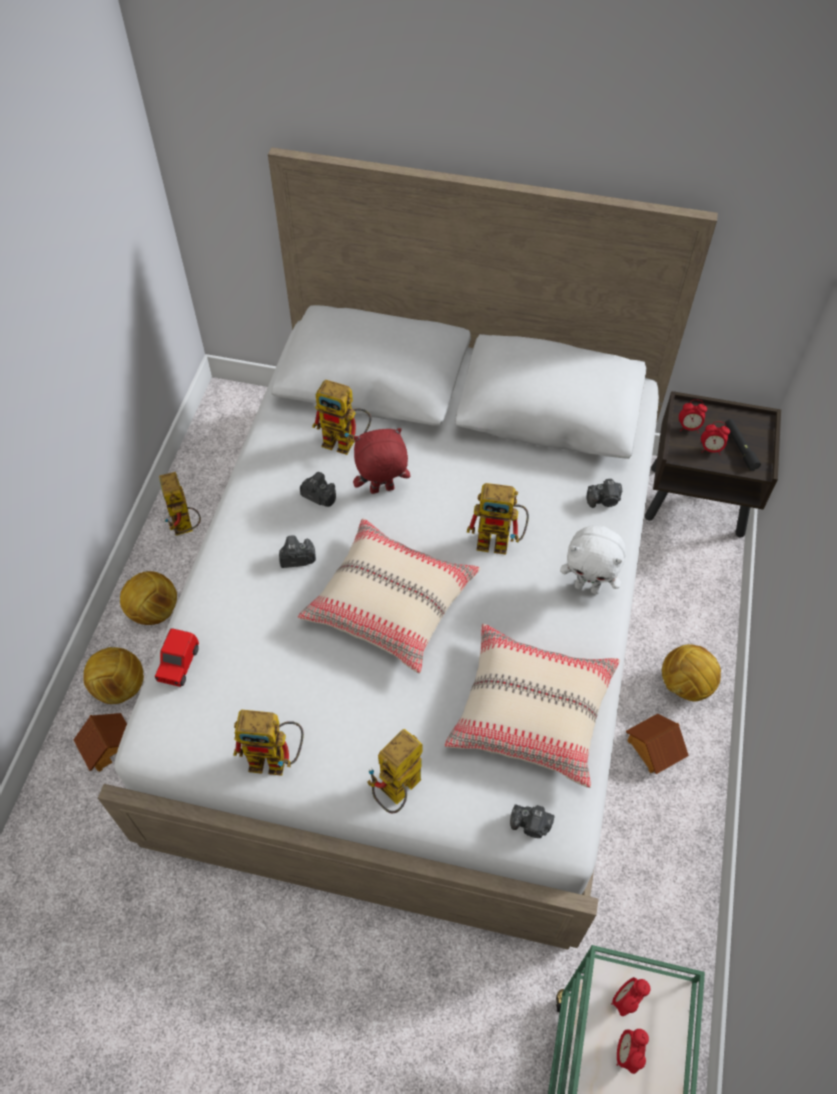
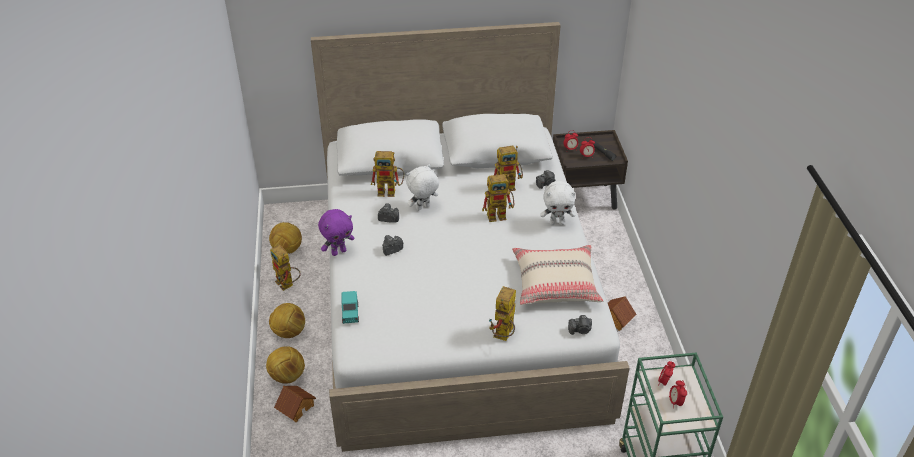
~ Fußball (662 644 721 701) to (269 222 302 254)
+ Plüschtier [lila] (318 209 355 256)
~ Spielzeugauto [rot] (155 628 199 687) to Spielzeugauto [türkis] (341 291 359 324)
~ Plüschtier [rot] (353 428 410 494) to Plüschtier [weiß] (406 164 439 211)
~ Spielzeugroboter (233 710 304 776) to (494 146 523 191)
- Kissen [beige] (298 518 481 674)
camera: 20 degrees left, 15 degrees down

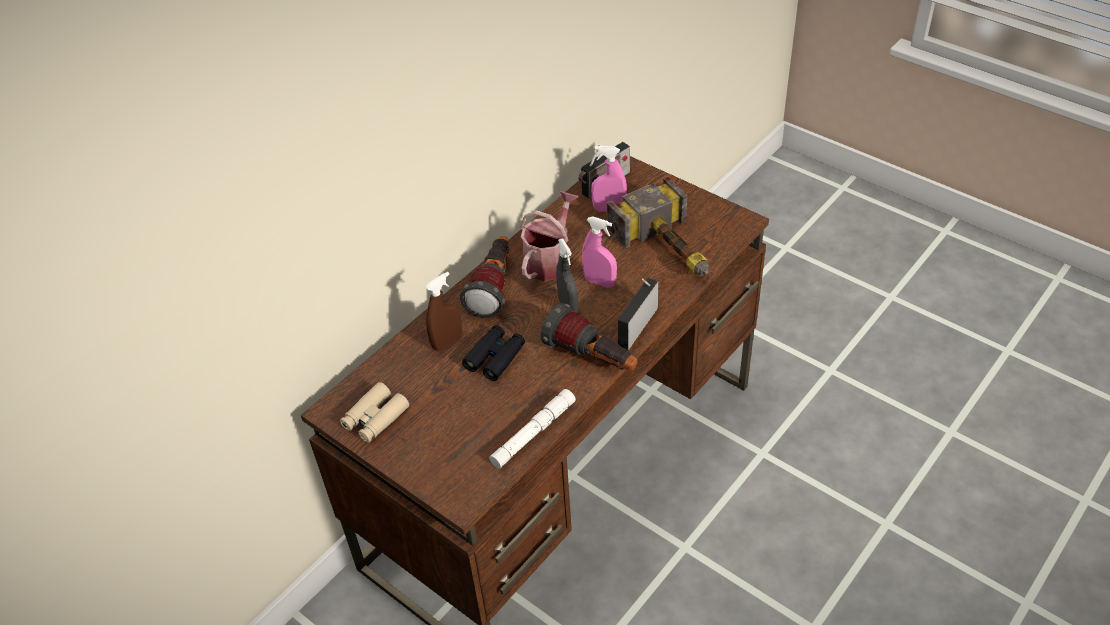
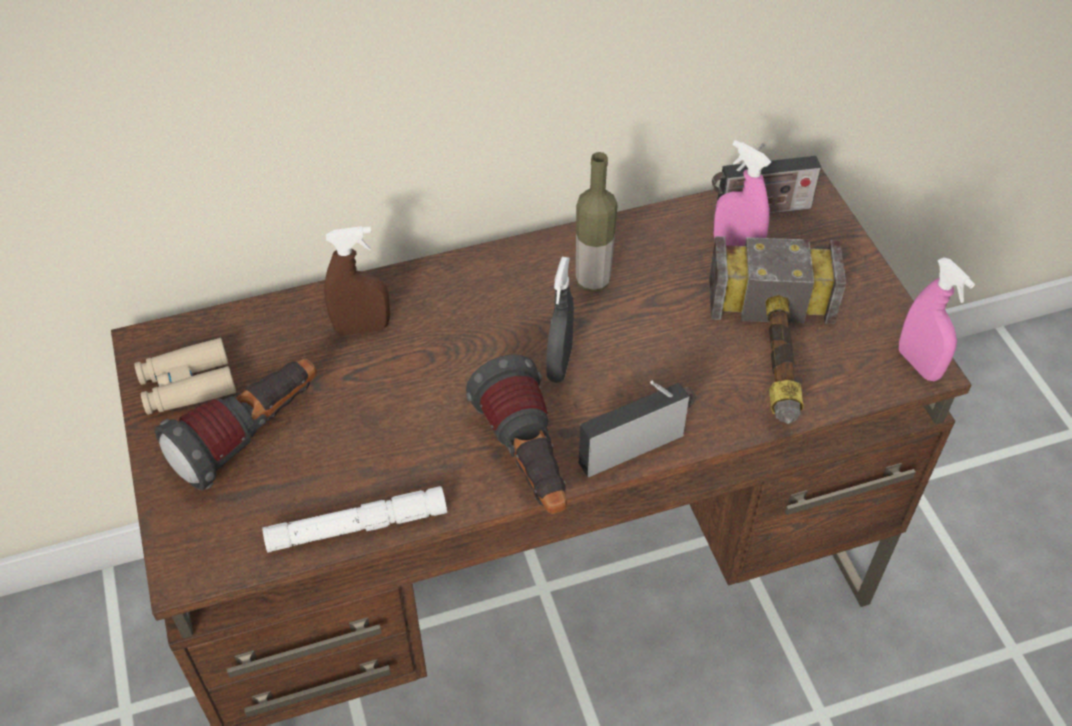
~ Taschenlampe (460 236 509 318) to (155 359 317 490)
~ Gießkanne (520 191 578 281) to Flasche (576 152 618 292)
~ Sprühflasche [rosa] (582 217 617 288) to (899 258 975 381)
- Fernglas [schwarz] (462 325 525 381)
camera: 30 degrees right, 5 degrees up

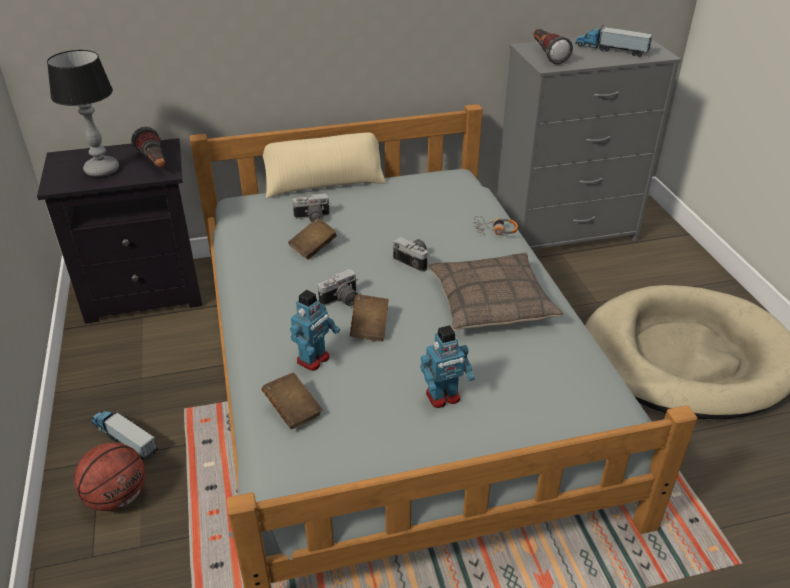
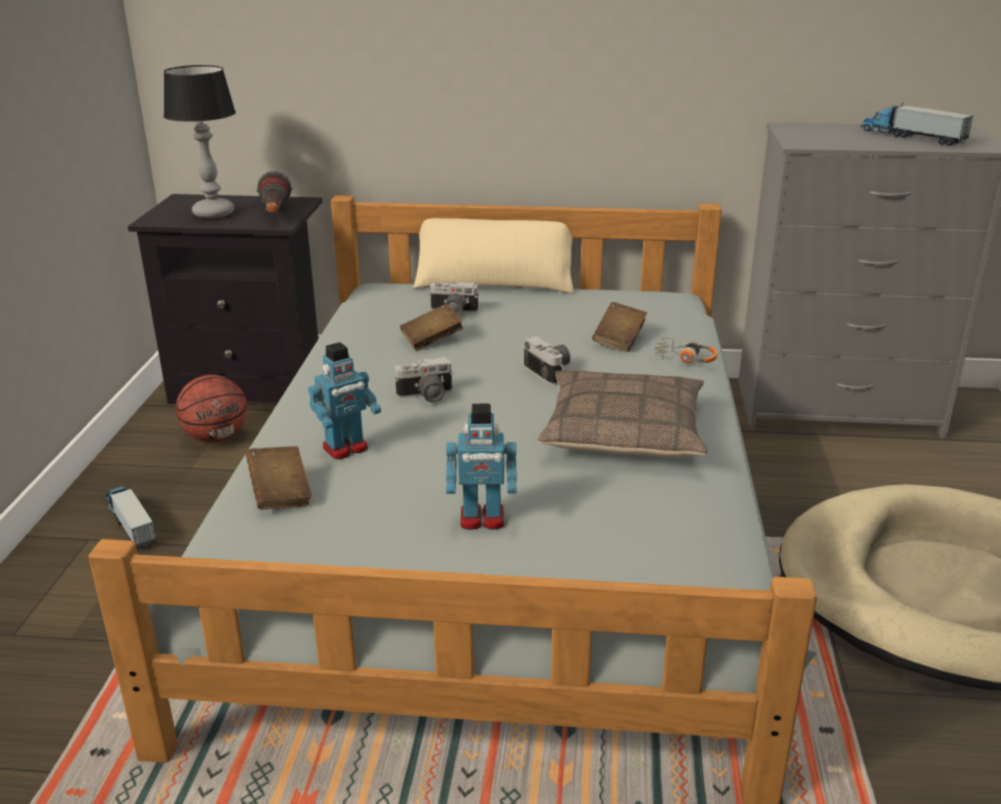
~ Basketball (74 443 145 511) to (176 375 247 443)
~ Buch [braun] (350 294 389 341) to (592 302 647 352)
- Taschenlampe (533 29 573 64)
camera: 20 degrees right, 10 degrees down

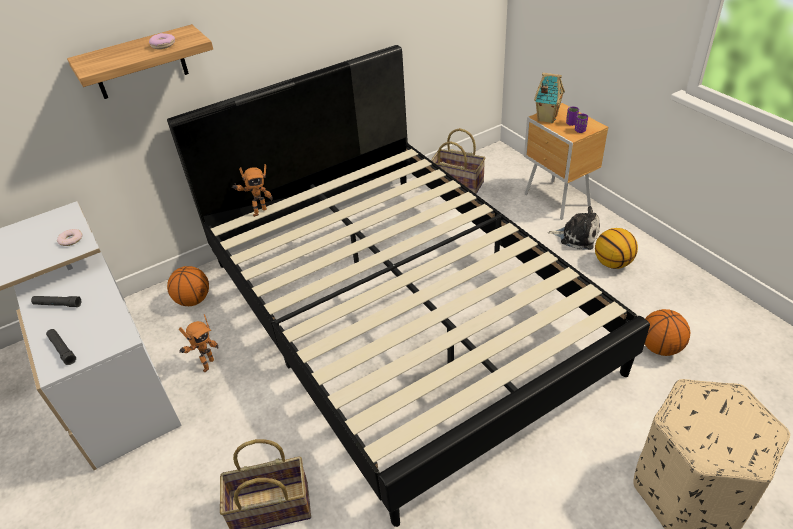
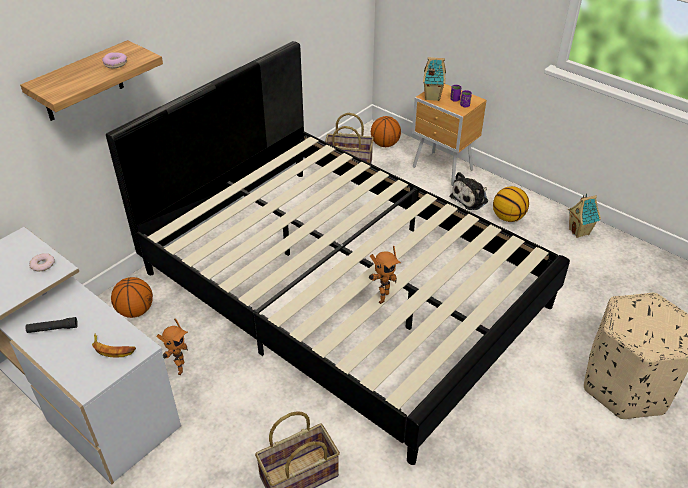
+ Banane (92 333 136 358)
~ Spielzeugroboter (232 164 273 217) to (369 246 401 304)
~ Basketball (645 309 690 356) to (371 116 401 147)
~ Plüschtier (548 206 600 250) = (450 172 488 210) 135 degrees clockwise
+ Spielzeughaus (568 193 601 238)
- Taschenlampe [schwarz] (46 329 76 365)
camera: 20 degrees left, 0 degrees up

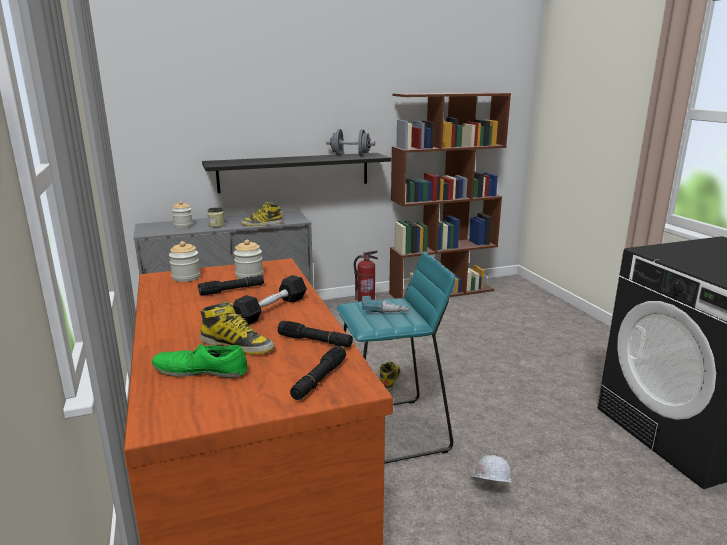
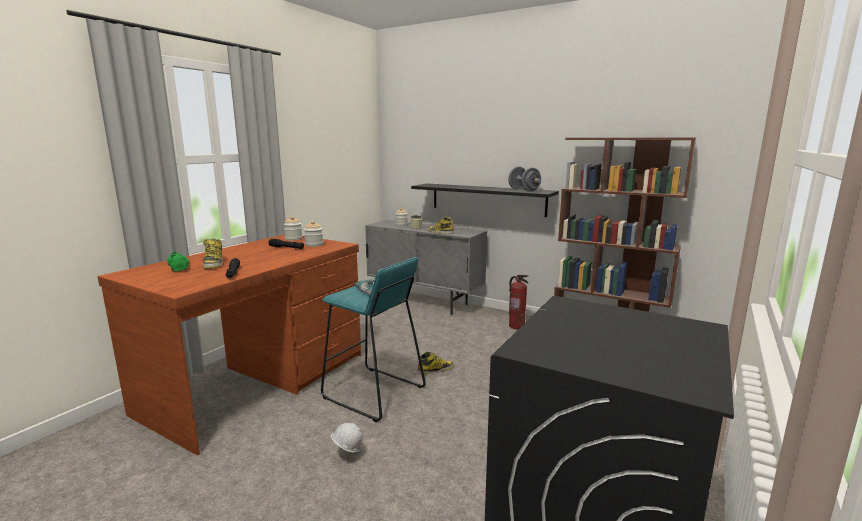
- Hantel [schwarz] (233 275 307 325)
- Taschenlampe [schwarz] (290 346 346 400)
camera: 50 degrees right, 5 degrees down

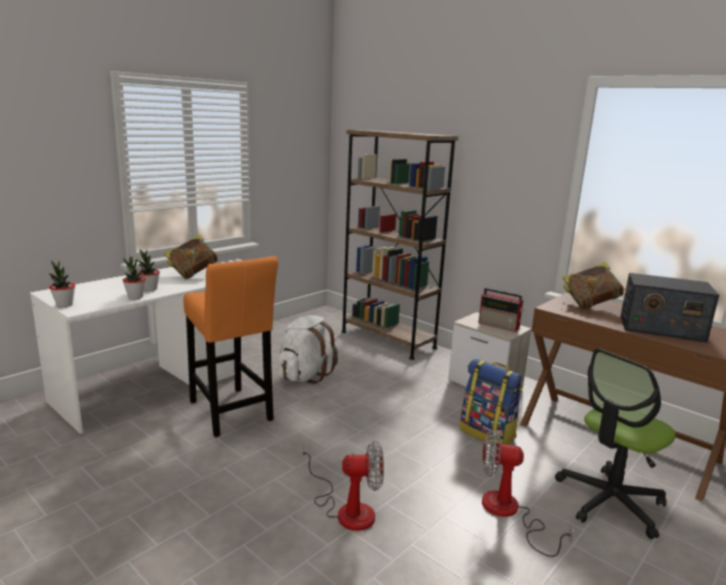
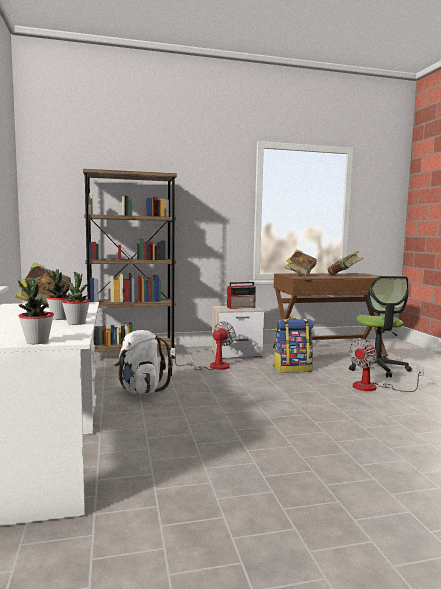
~ Ventilator (303 441 384 531) to (171 321 235 370)
~ Radio (621 273 719 342) to Buch (327 251 363 275)
- Hocker [orange] (183 256 278 437)
camera: 55 degrees left, 10 degrees down

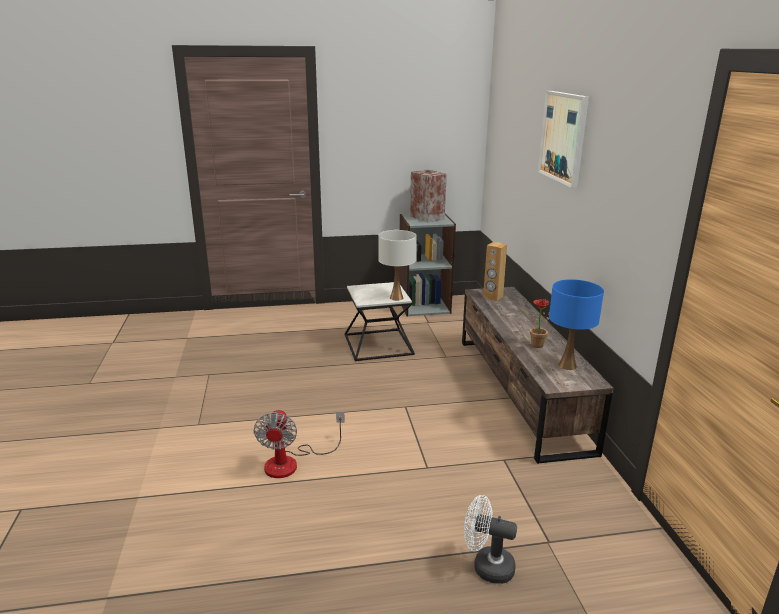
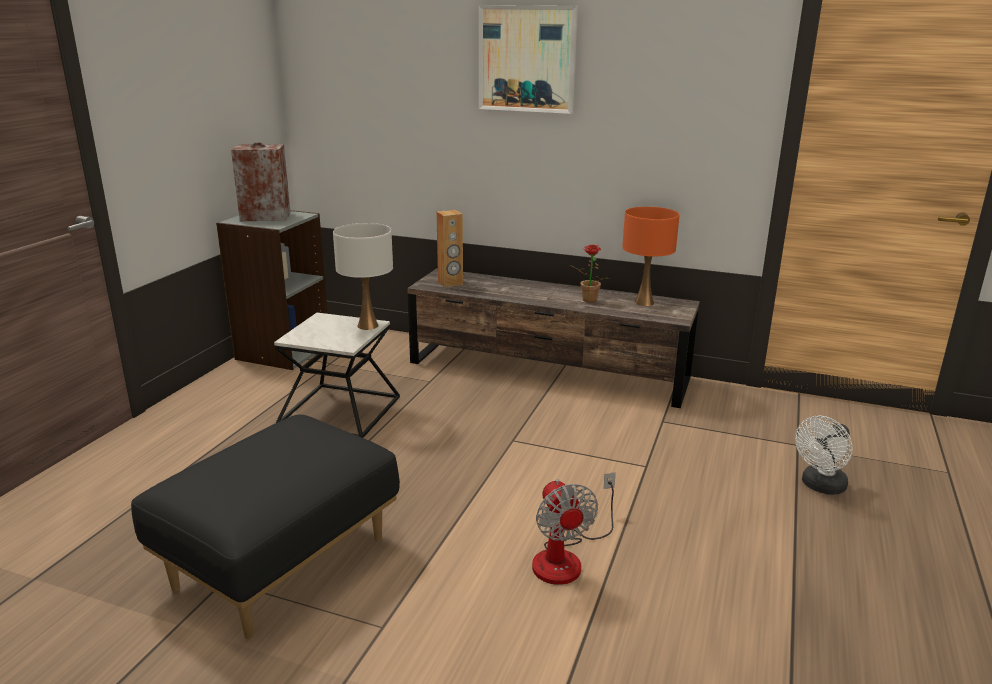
+ Polsterhocker [schwarz] (131 415 400 639)
~ Ventilator (254 409 345 478) = (532 472 616 585) 45 degrees clockwise
~ Tischlampe [blau] (549 279 604 370) to Tischlampe [orange] (622 207 680 306)
camera: 60 degrees left, 0 degrees up

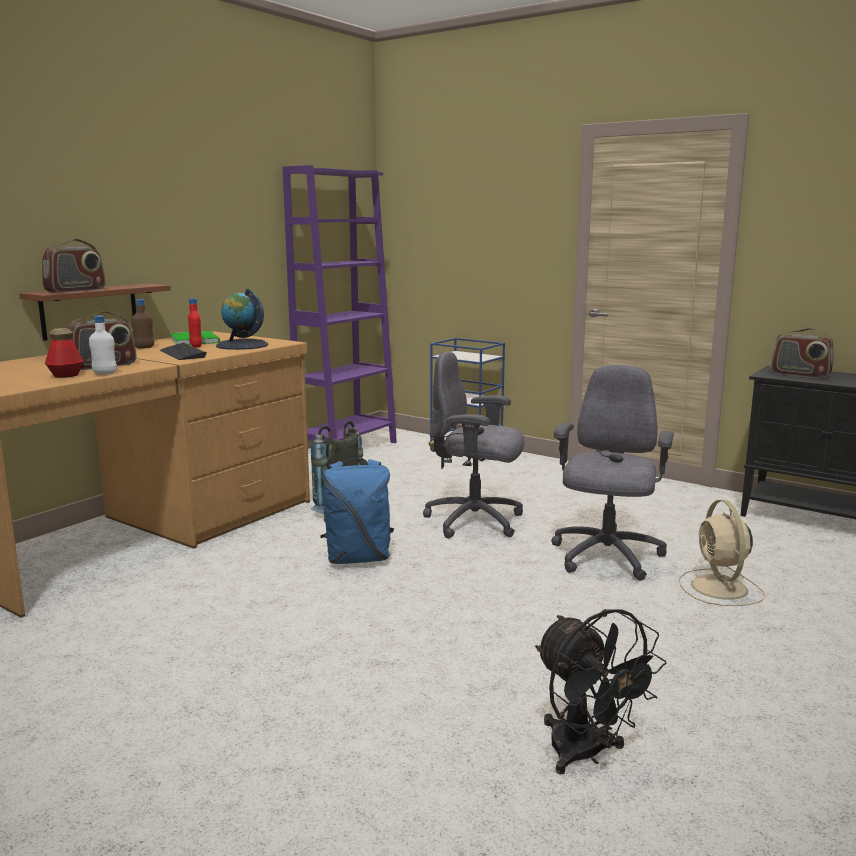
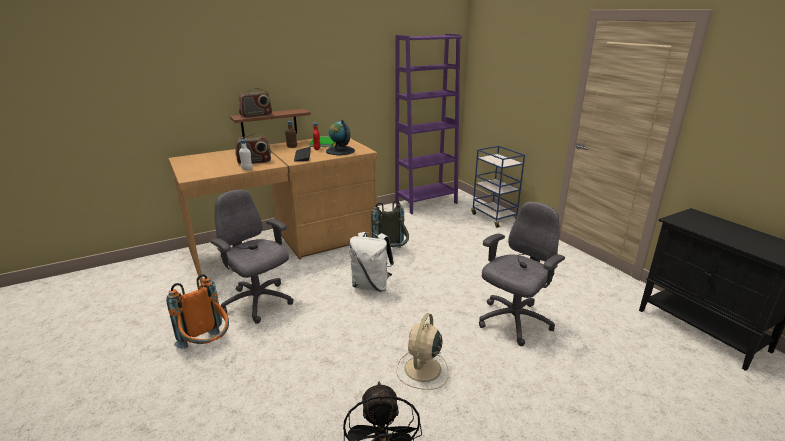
+ Rucksack [orange] (166 274 229 348)
~ Bürostuhl [grau] (423 352 525 538) to (210 189 294 324)
~ Rucksack [blau] (320 458 394 564) to Rucksack [weiß] (349 232 394 292)
~ Ventilator [beige] (679 500 765 606) to (396 313 449 390)
- Flasche (45 328 84 378)
- Radio (771 328 834 378)
camera: 25 degrees right, 10 degrees up

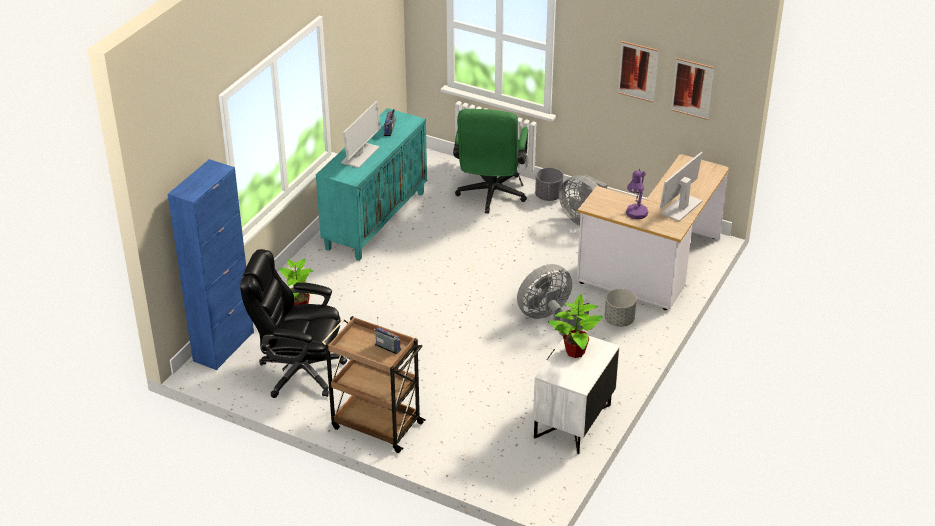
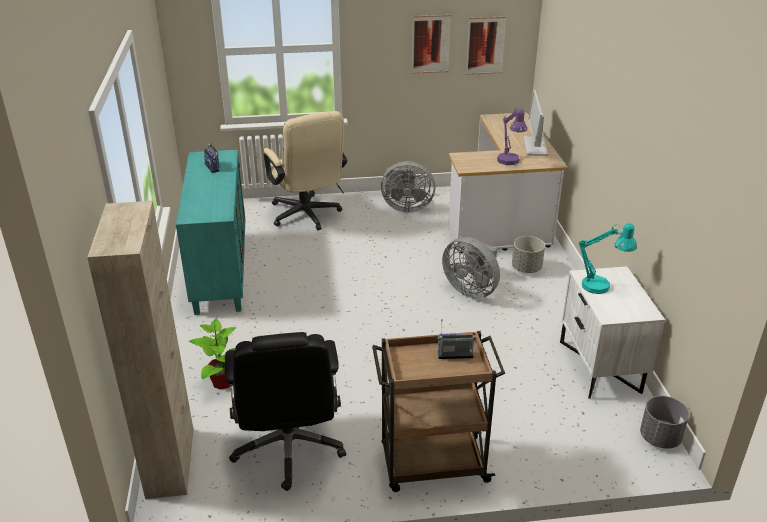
~ Schrank [blau] (167 159 254 370) to Schrank [beige] (87 201 194 499)
~ Bürostuhl [schwarz] (240 249 347 398) = (225 332 346 491) 75 degrees counterclockwise
~ Bürostuhl [grün] (453 109 528 213) to Bürostuhl [beige] (263 111 347 230)
~ Ventilator [grau] (517 264 590 336) = (442 237 500 299) 75 degrees counterclockwise
~ Topfpflanze (548 294 603 358) to Tischlampe [türkis] (579 223 637 294)
~ Pflanzkübel [grau] (535 168 563 201) to (640 396 689 449)
- Monitor (341 101 381 168)
camera: 35 degrees left, 5 degrees down

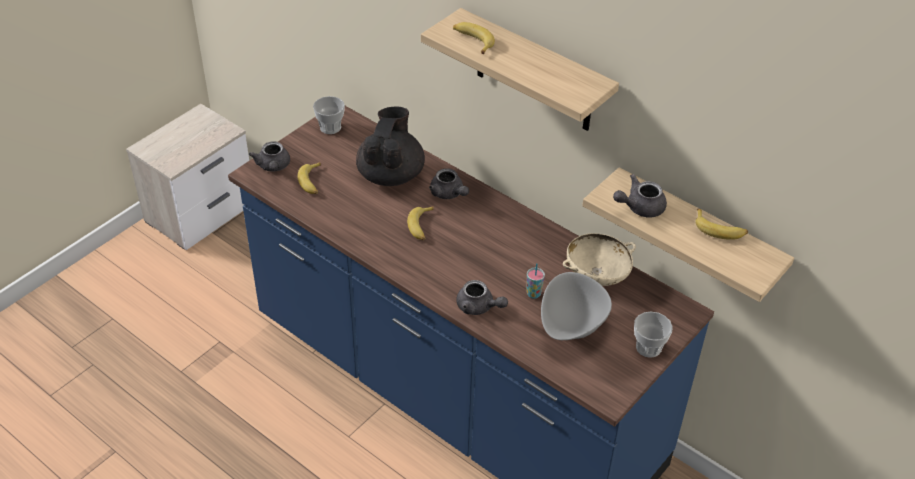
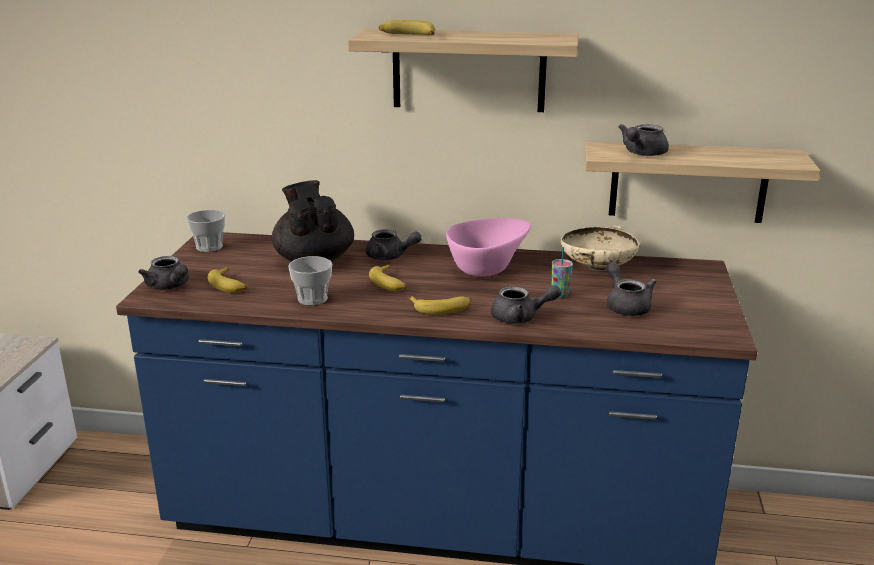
~ Tasse (634 312 673 358) to (288 256 332 306)
~ Banane (695 209 748 240) to (409 296 471 315)
+ Schüssel [rosa] (446 218 531 276)
~ Schüssel [grau] (541 272 612 340) to Teekanne [grau] (606 262 657 316)
camera: 30 degrees left, 20 degrees down

